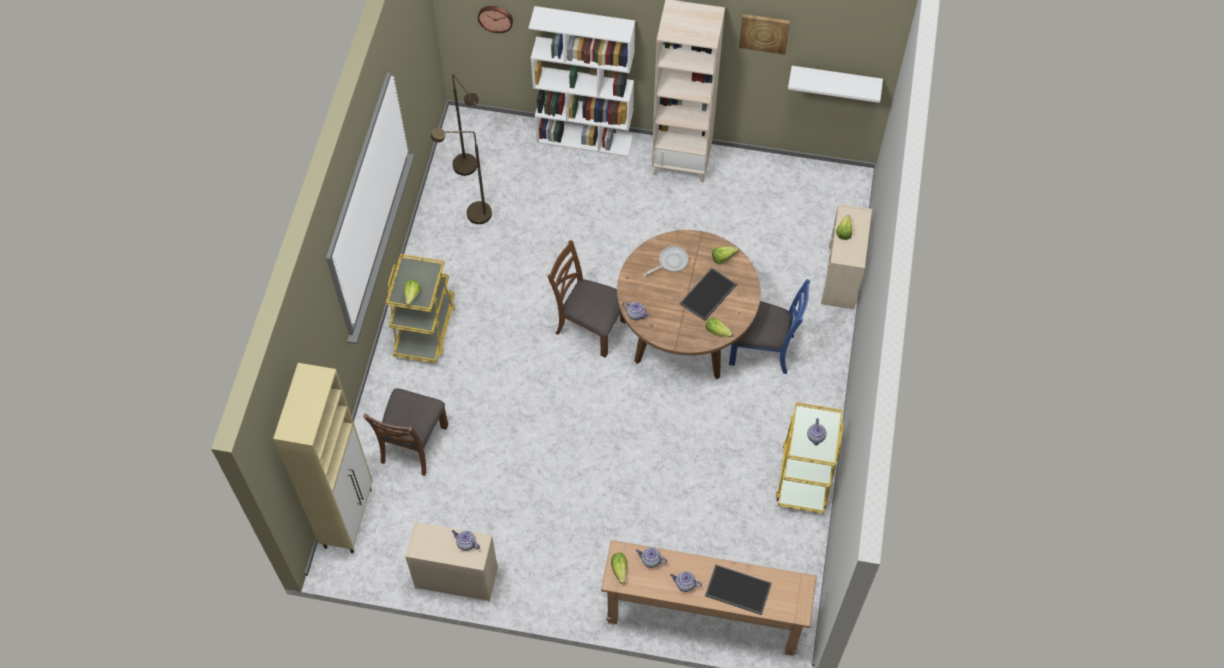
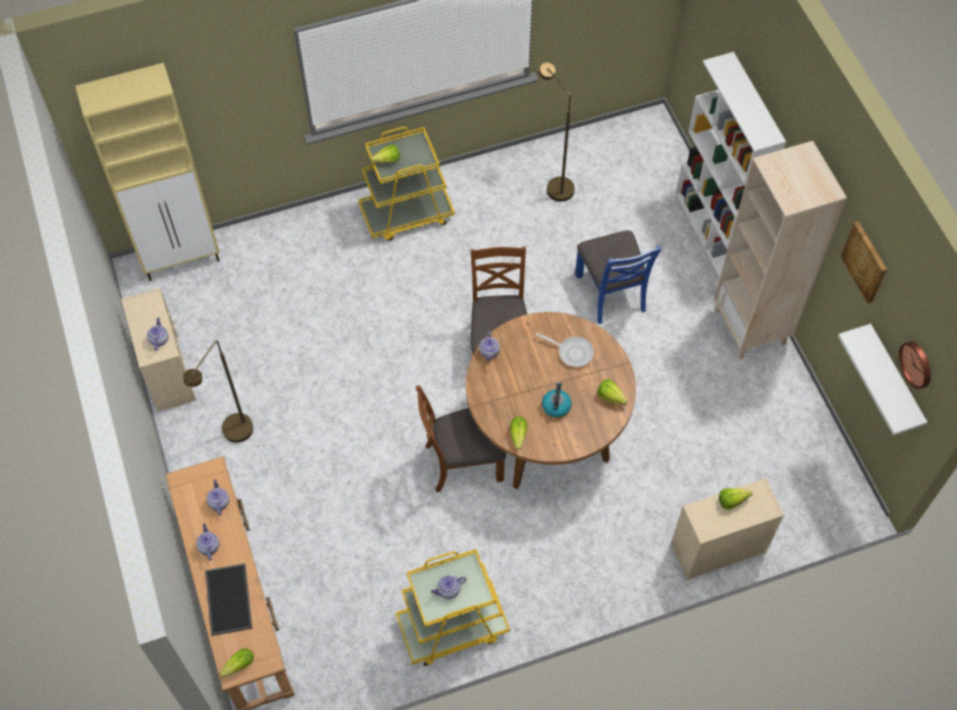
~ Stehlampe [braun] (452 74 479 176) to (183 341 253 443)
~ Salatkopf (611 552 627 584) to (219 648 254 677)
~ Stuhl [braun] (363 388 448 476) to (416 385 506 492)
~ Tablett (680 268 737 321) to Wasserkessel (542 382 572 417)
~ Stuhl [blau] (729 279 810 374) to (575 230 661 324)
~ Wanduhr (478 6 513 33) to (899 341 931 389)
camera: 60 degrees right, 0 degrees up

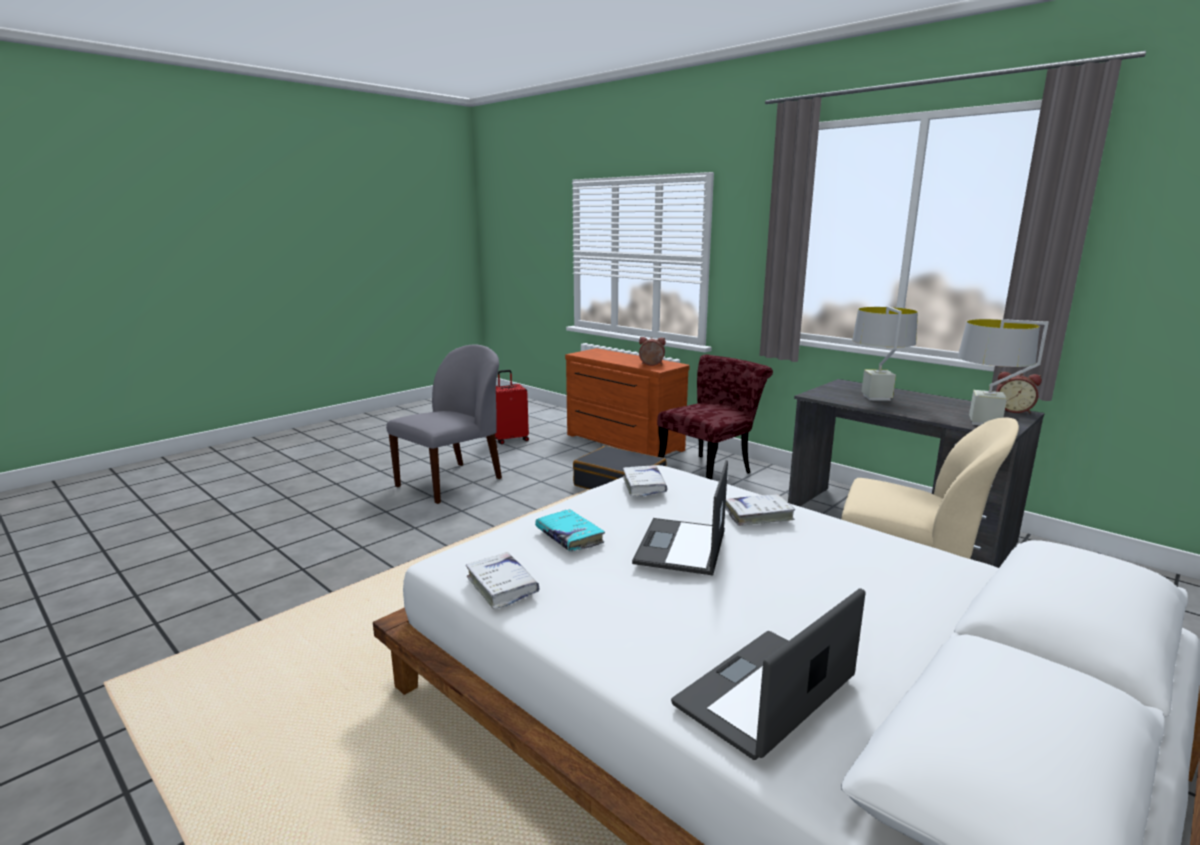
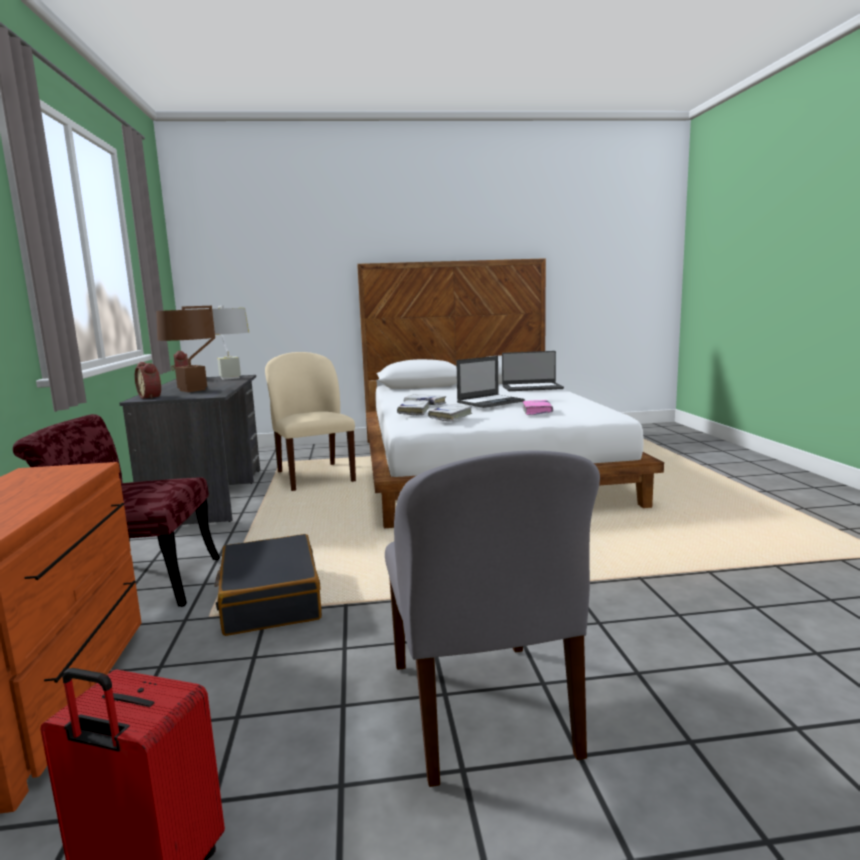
~ Wecker (639 337 666 366) to (135 362 161 399)
~ Tischlampe [grau] (852 306 918 401) to Tischlampe [braun] (156 306 215 392)
~ Stuhl [grau] (386 344 502 504) = (385 451 600 787) 90 degrees counterclockwise
~ Buch [weiß] (466 552 539 609) to (397 400 429 416)
~ Buch [türkis] (535 509 605 551) to Buch [rosa] (523 400 553 415)
camera: 140 degrees left, 5 degrees down

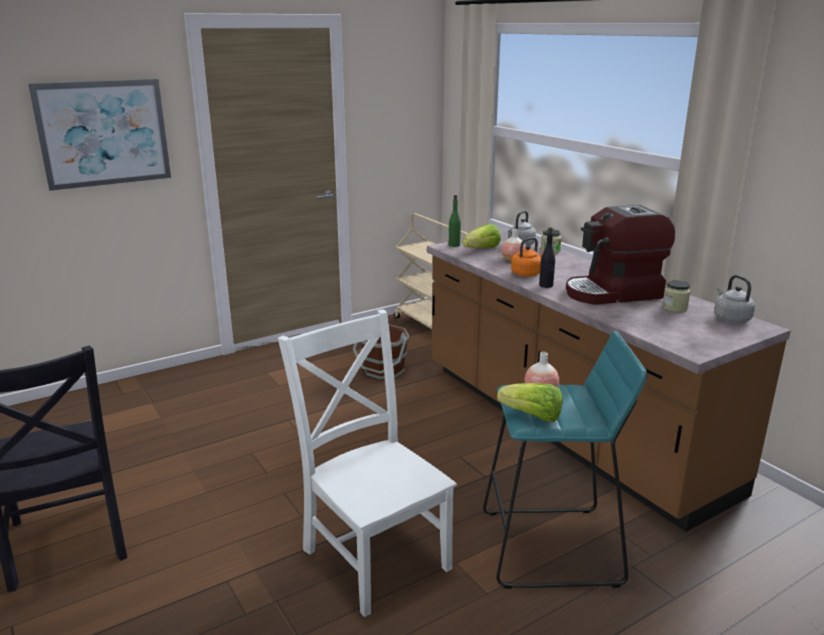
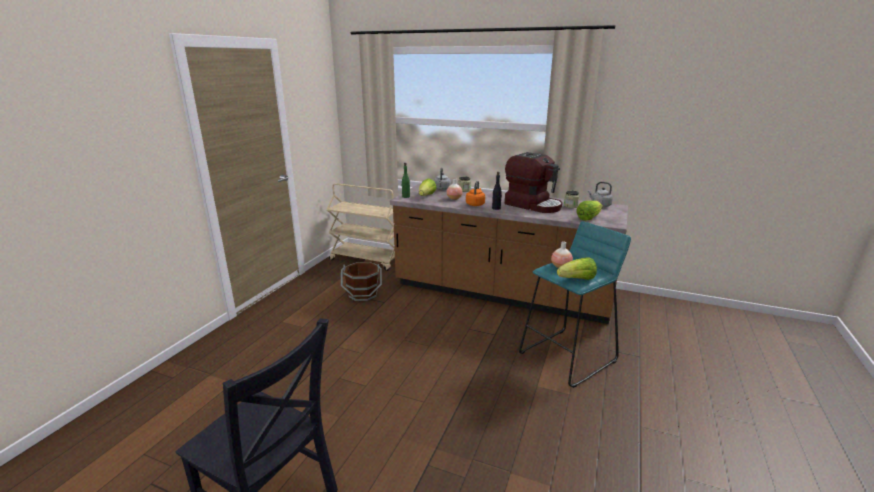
~ Kaffeemaschine (566 205 675 305) = (505 152 562 213) 90 degrees counterclockwise
+ Salatkopf (576 201 603 220)
- Bild (28 79 171 191)
- Stuhl [weiß] (278 309 457 617)
camera: 35 degrees left, 0 degrees up

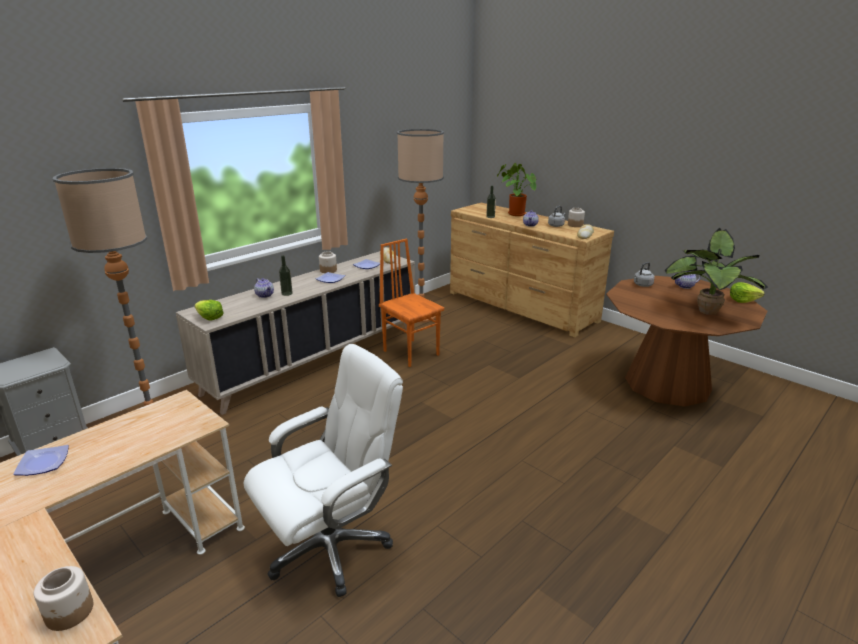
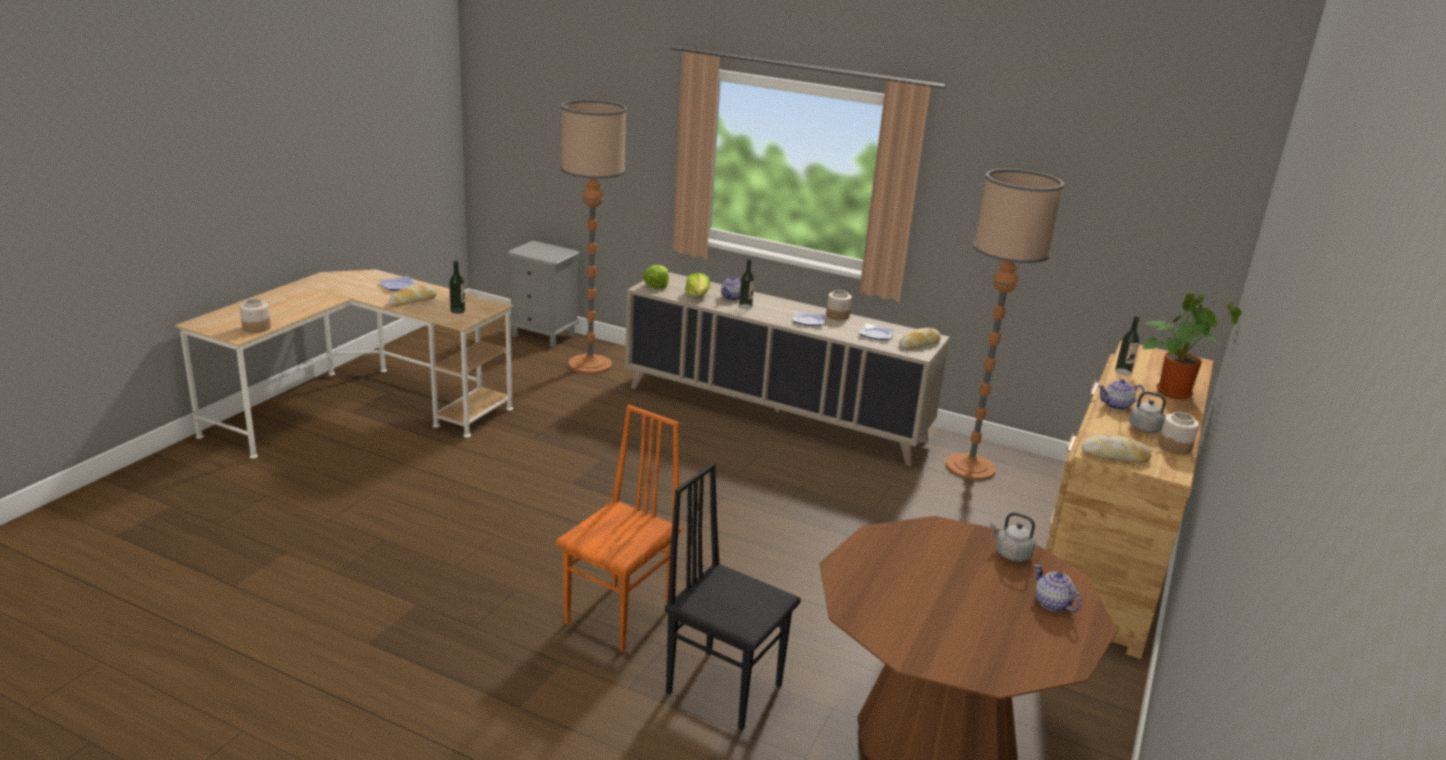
+ Brot (389 284 437 306)
+ Flasche (449 261 465 314)
~ Stuhl [orange] (379 238 444 367) to (556 405 681 652)
+ Stuhl [schwarz] (665 463 801 730)
~ Salatkopf (730 282 764 303) to (685 273 710 296)
- Bürostuhl [weiß] (244 344 403 597)
- Topfpflanze (665 228 768 315)
camera: 70 degrees right, 0 degrees up

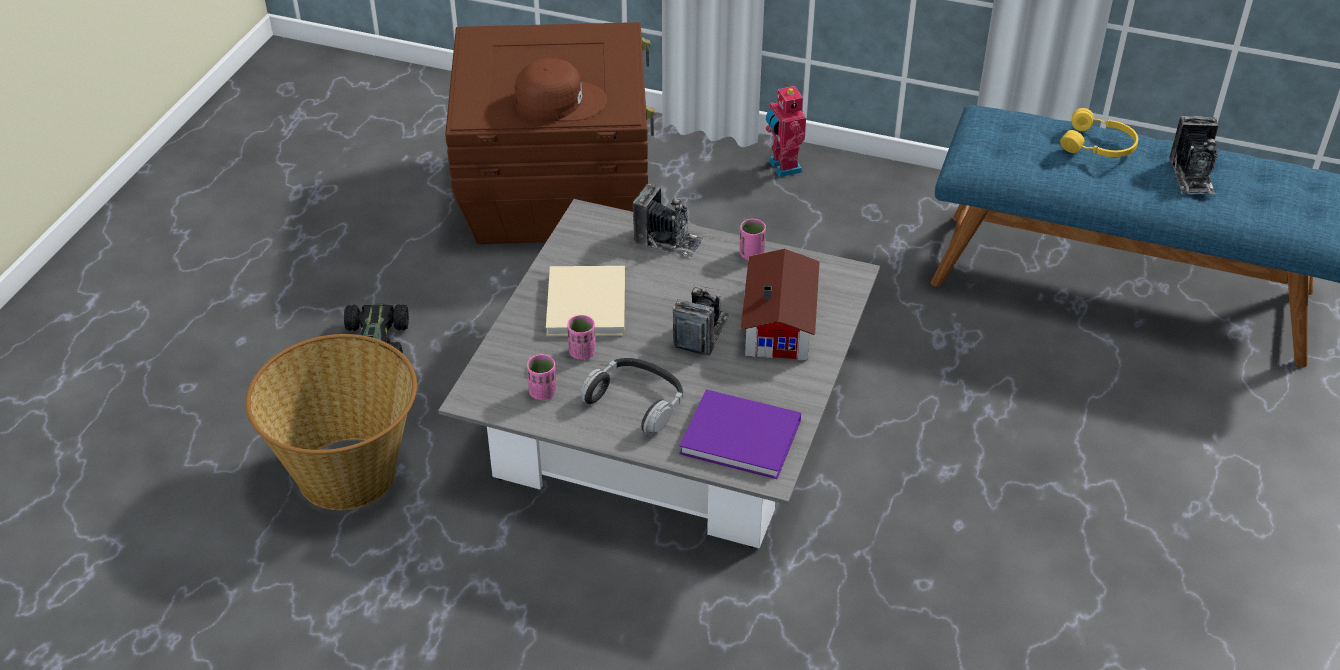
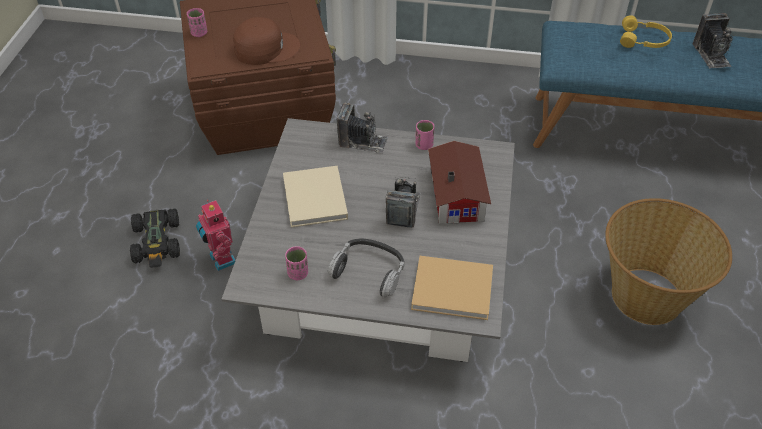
~ Tasse [rosa] (567 315 596 360) to (187 8 207 37)
~ Spielzeugroboter (766 84 806 177) to (196 200 236 271)
~ Buch [lila] (679 389 801 479) to Buch [beige] (411 256 493 320)
~ Korb (246 334 417 510) to (605 198 732 325)
camera: 10 degrees left, 5 degrees up

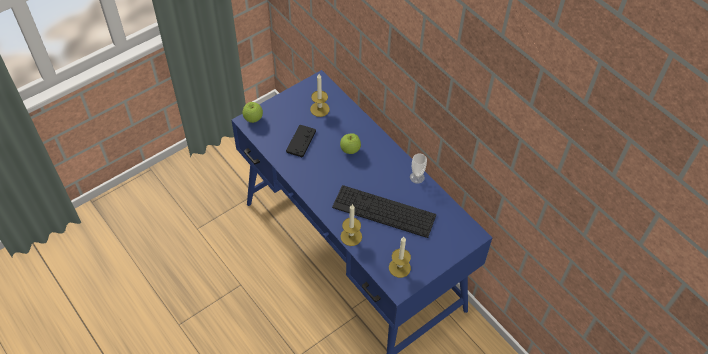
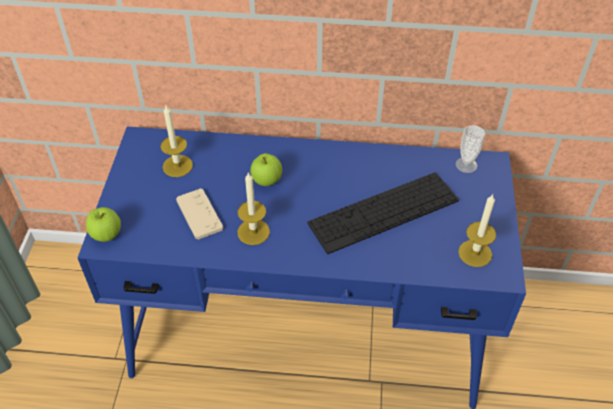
~ Gamepad [schwarz] (286 125 316 157) to Gamepad [beige] (176 188 223 240)
~ Kerze (341 205 362 246) to (237 172 270 245)
~ Tasse (410 154 427 184) to (456 125 485 173)
camera: 45 degrees left, 5 degrees down

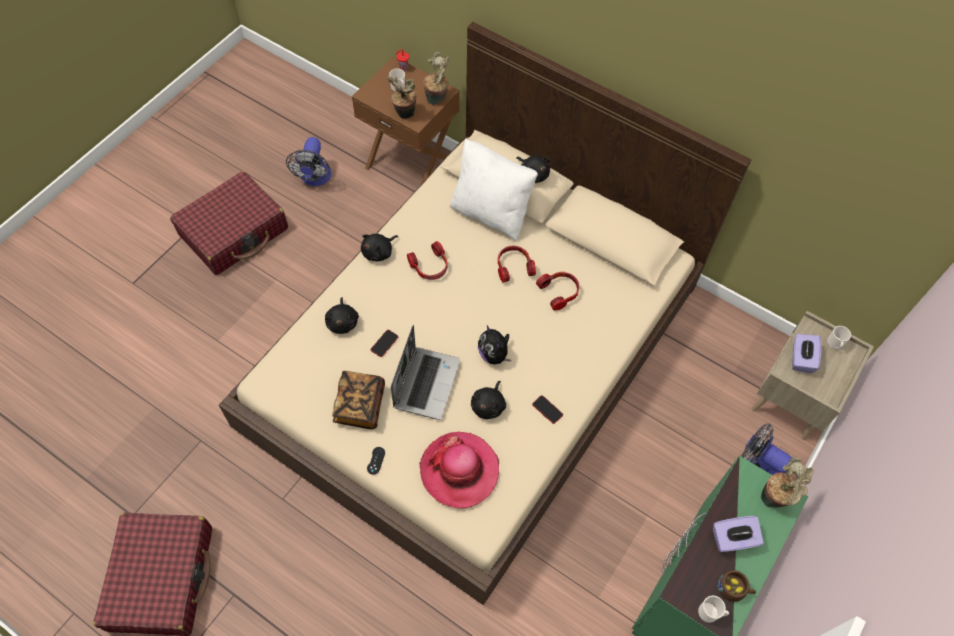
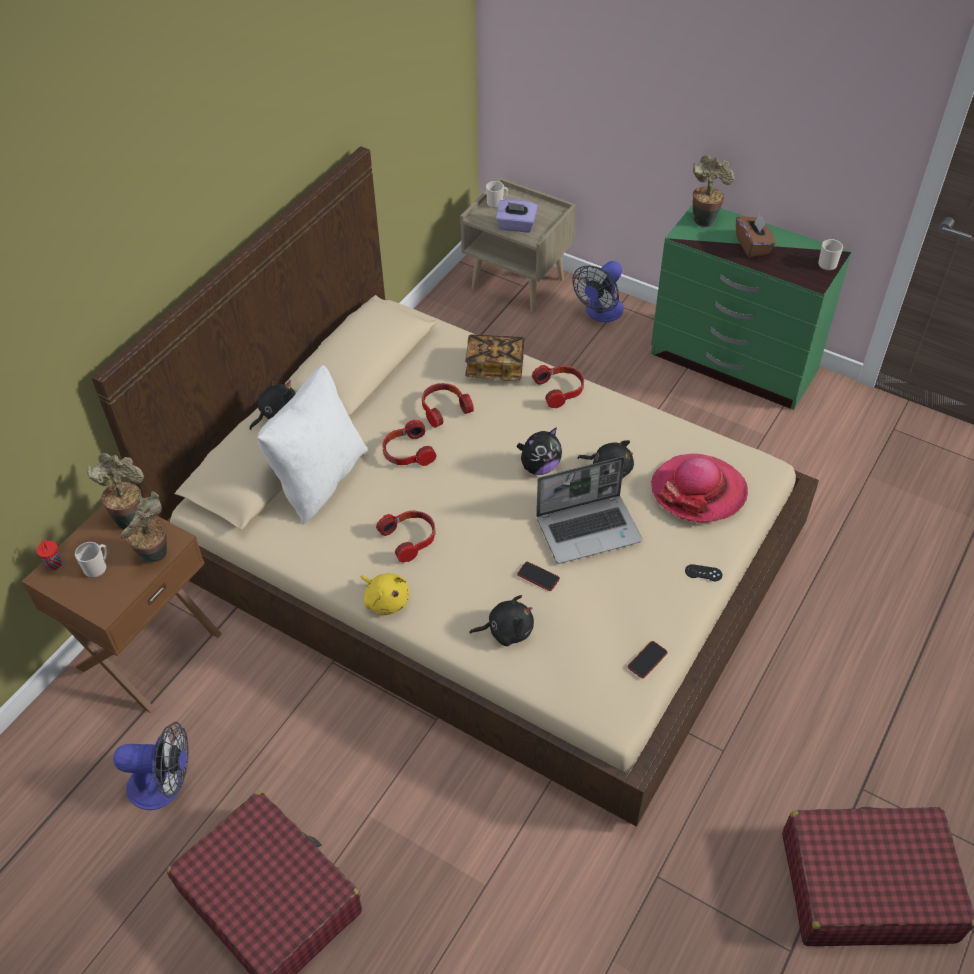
~ Plüschtier [schwarz] (361 234 398 262) to Plüschtier [gelb] (361 573 409 615)
~ Buch (332 371 385 429) to (465 335 525 381)
+ Kopfhörer (532 365 584 408)
~ Laptop (391 325 460 420) = (536 457 642 564) 150 degrees clockwise
~ Handy (532 395 563 424) to (628 641 668 678)
~ Taschentuchbox [lila] (713 516 764 552) to Taschentuchbox [braun] (736 213 775 258)
- Tasse [braun] (718 570 756 602)
camera: 90 degrees left, 10 degrees down

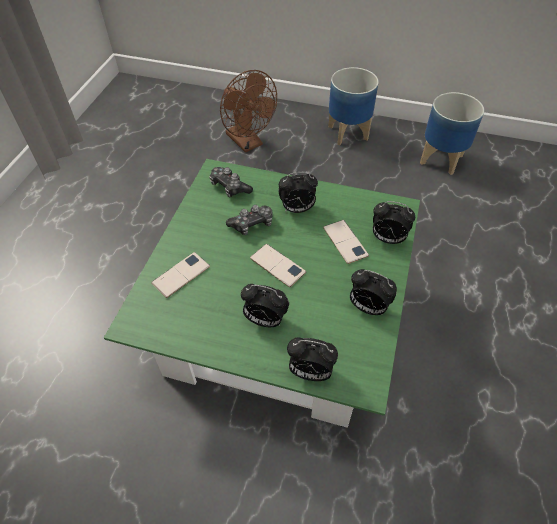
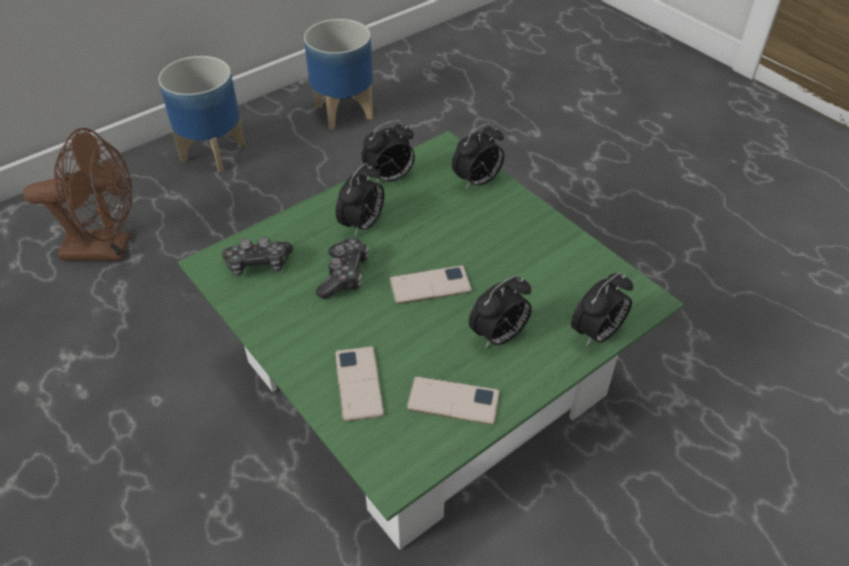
~ Wecker (350 269 397 315) to (362 120 415 183)
~ Handy (323 220 369 264) to (406 376 500 425)
camera: 55 degrees left, 5 degrees down

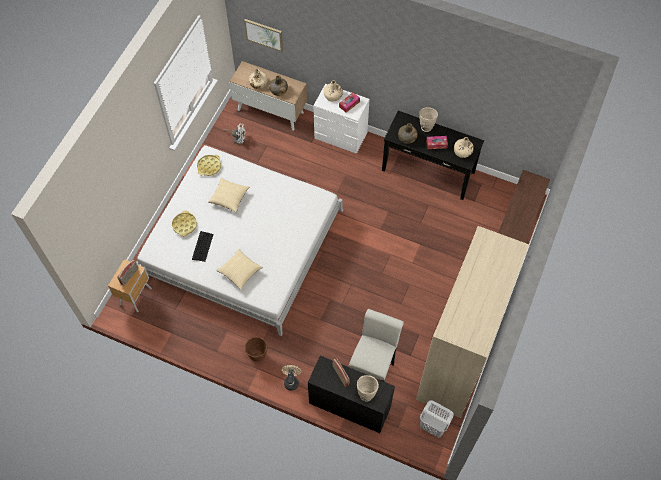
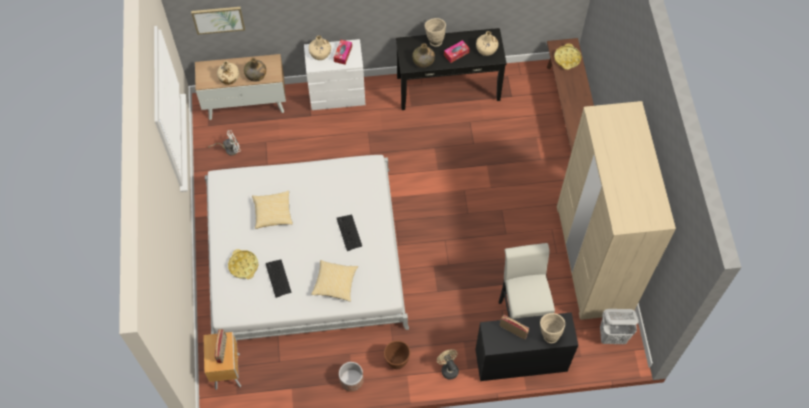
+ Tastatur (337 215 362 251)
+ Pflanzkübel (339 362 364 392)
~ Tablett [gelb] (197 155 221 176) to (554 43 581 70)
camera: 30 degrees left, 0 degrees up

